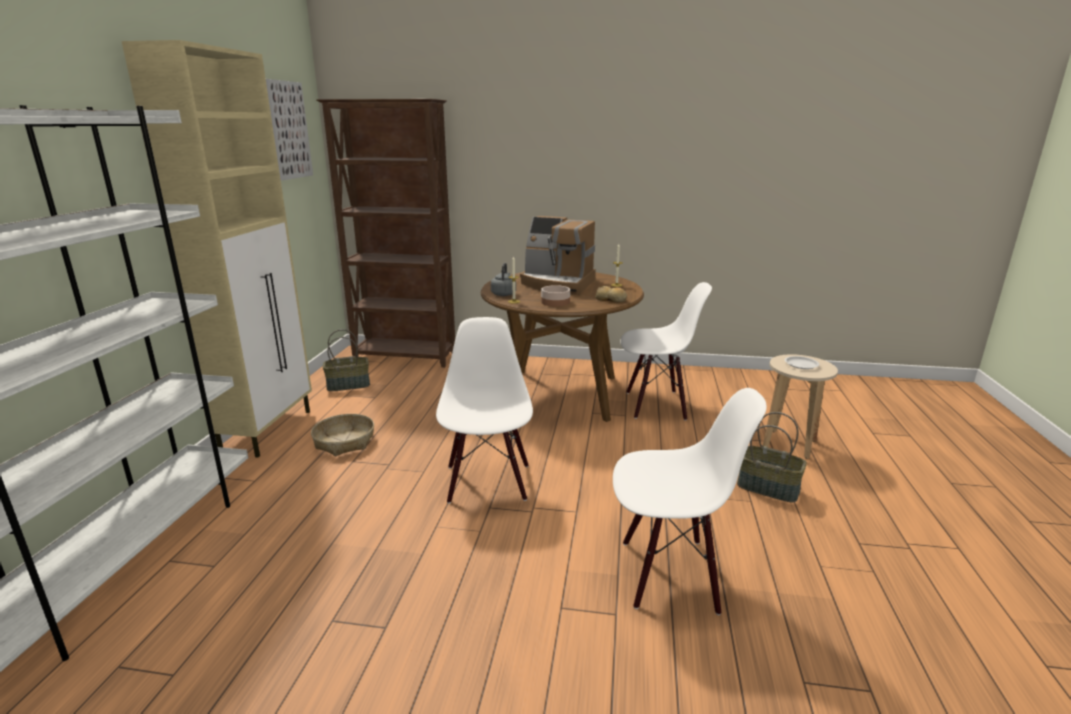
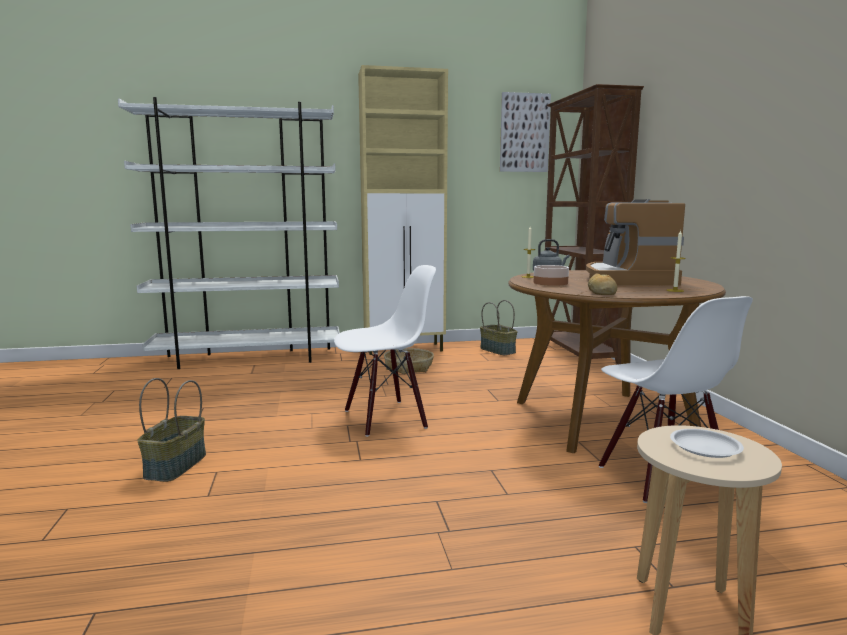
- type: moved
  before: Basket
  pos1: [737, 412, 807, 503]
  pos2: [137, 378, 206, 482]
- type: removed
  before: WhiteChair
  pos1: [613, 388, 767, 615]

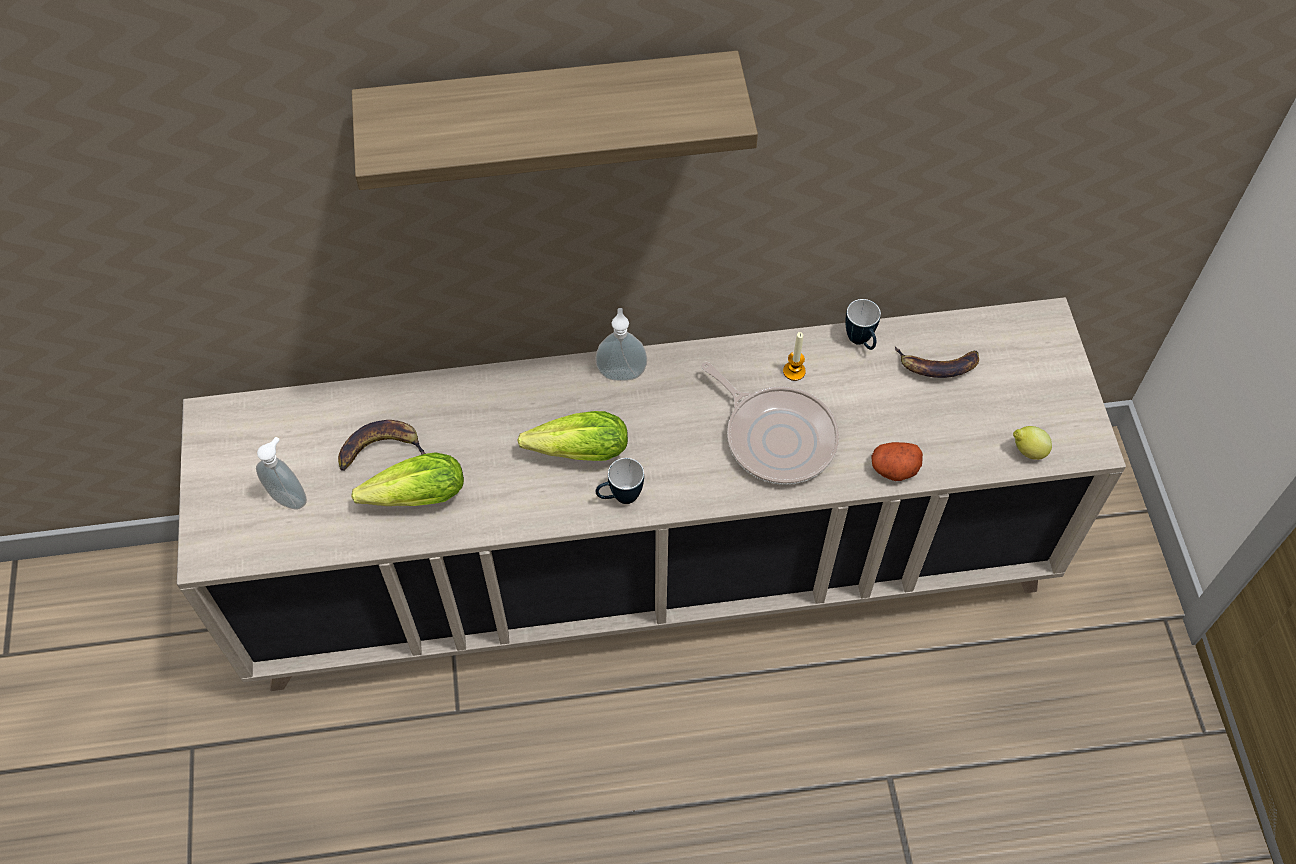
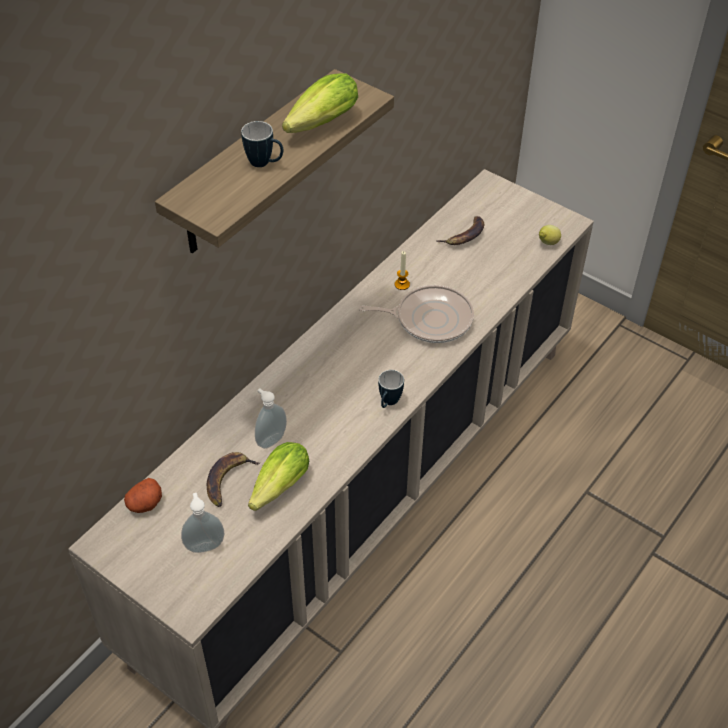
- type: moved
  before: Potato
  pos1: [871, 442, 923, 481]
  pos2: [124, 478, 162, 513]
- type: moved
  before: Mug
  pos1: [845, 299, 881, 350]
  pos2: [241, 121, 283, 167]
- type: moved
  before: SoapDispenser
  pos1: [596, 308, 647, 381]
  pos2: [255, 388, 287, 449]
- type: moved
  before: Lettuce
  pos1: [517, 411, 628, 461]
  pos2: [282, 73, 358, 133]

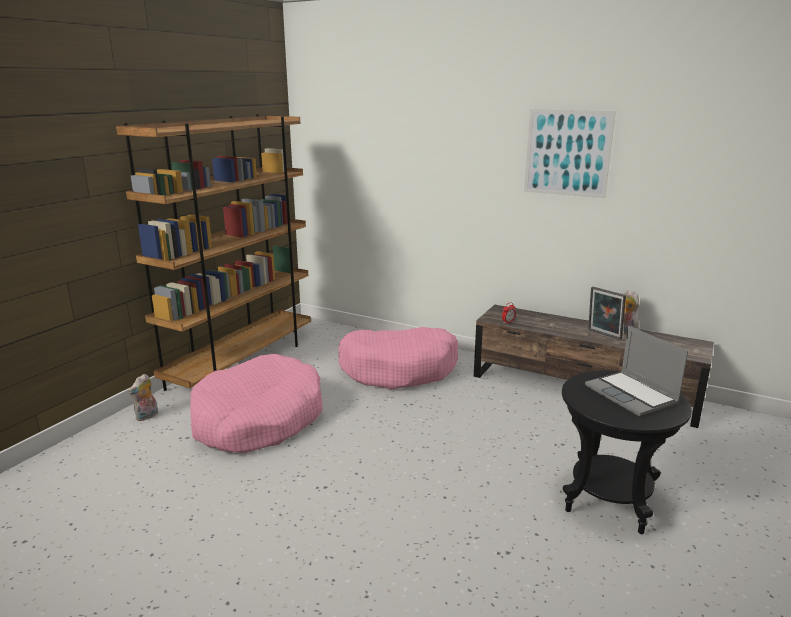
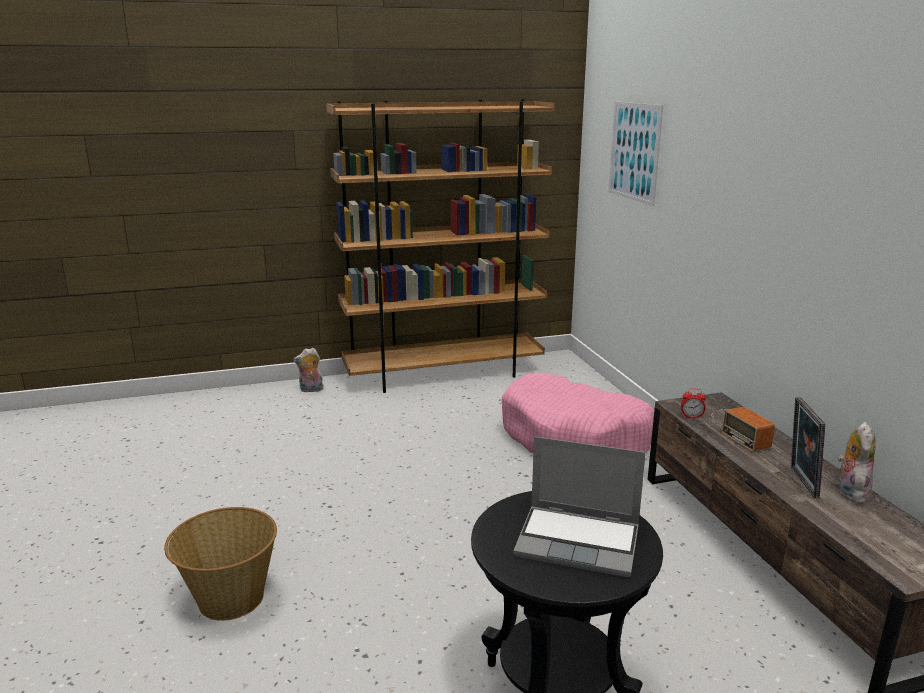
- type: added
  after: Basket
  pos2: [164, 507, 277, 621]
- type: turned
  before: Laptop
  pos1: [585, 326, 688, 416]
  pos2: [513, 436, 646, 577]
  turn: -90
- type: moved
  before: Picture
  pos1: [524, 109, 616, 198]
  pos2: [608, 102, 663, 206]
- type: added
  after: Radio
  pos2: [711, 407, 775, 452]
- type: removed
  before: PinkDogBed
  pos1: [190, 354, 323, 453]

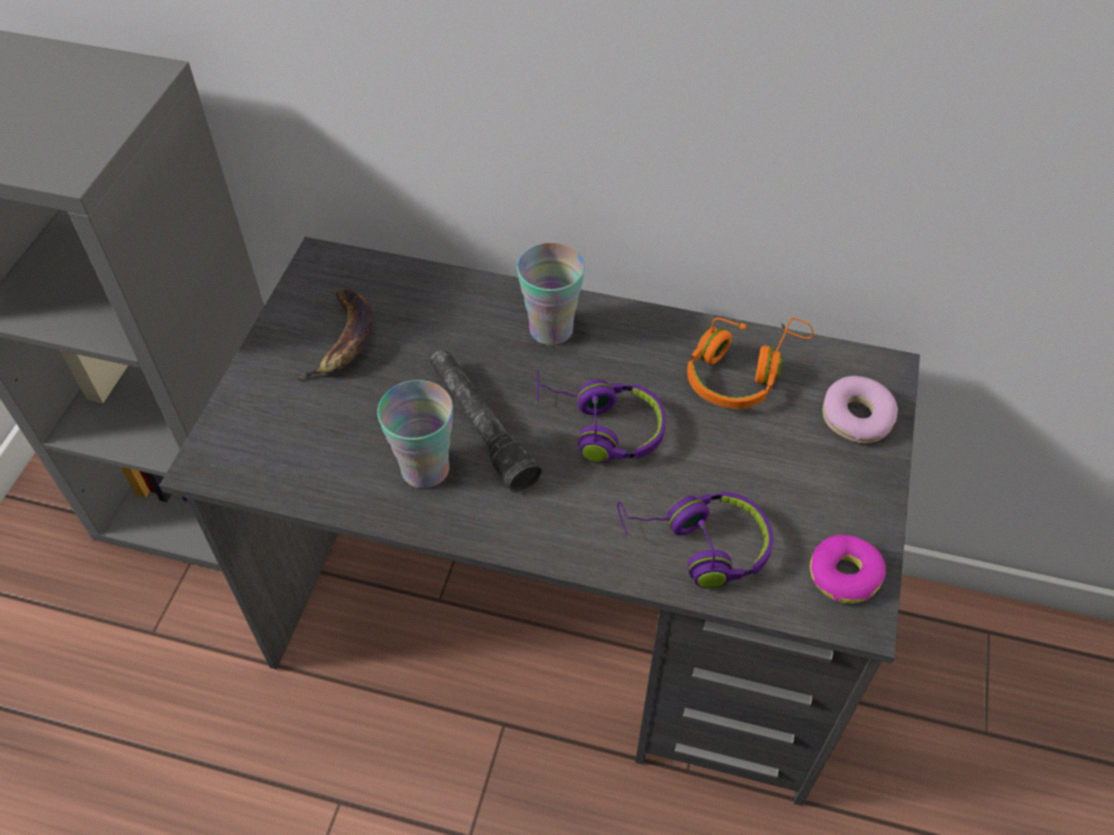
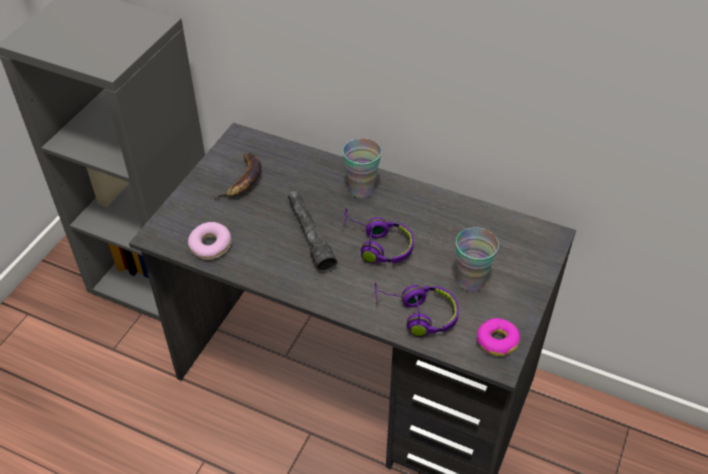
- type: moved
  before: Donut
  pos1: [823, 376, 898, 443]
  pos2: [188, 222, 231, 260]
- type: moved
  before: Cup
  pos1: [377, 380, 453, 488]
  pos2: [456, 228, 499, 292]
- type: removed
  before: OrangeHeadphones
  pos1: [687, 318, 814, 409]

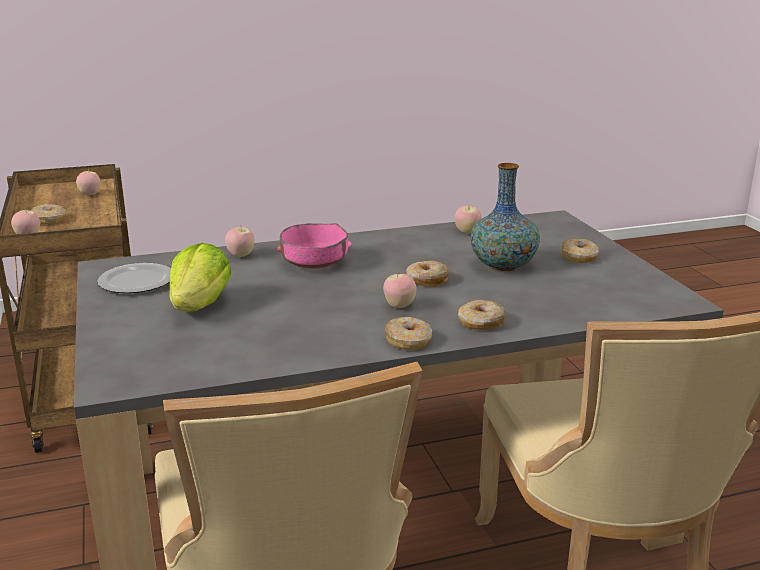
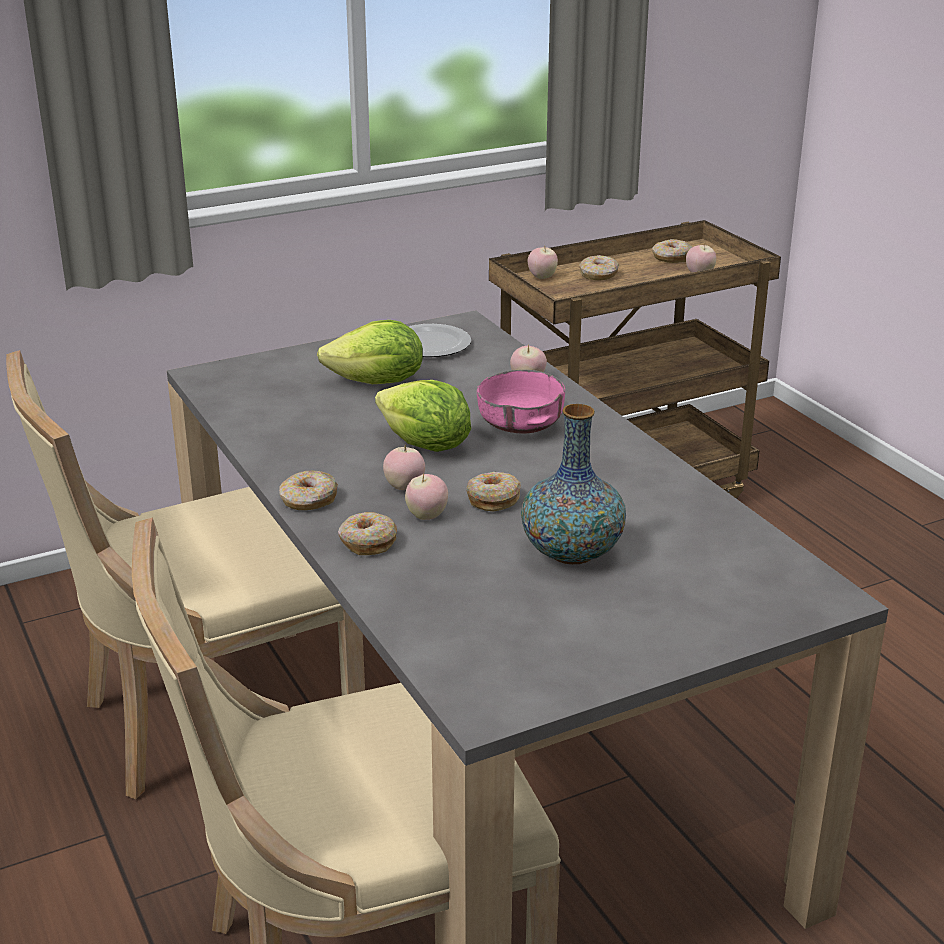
- type: added
  after: Lettuce
  pos2: [375, 380, 471, 452]
- type: moved
  before: Apple
  pos1: [455, 205, 482, 234]
  pos2: [405, 473, 448, 520]
- type: moved
  before: Donut
  pos1: [561, 238, 599, 263]
  pos2: [652, 239, 692, 263]

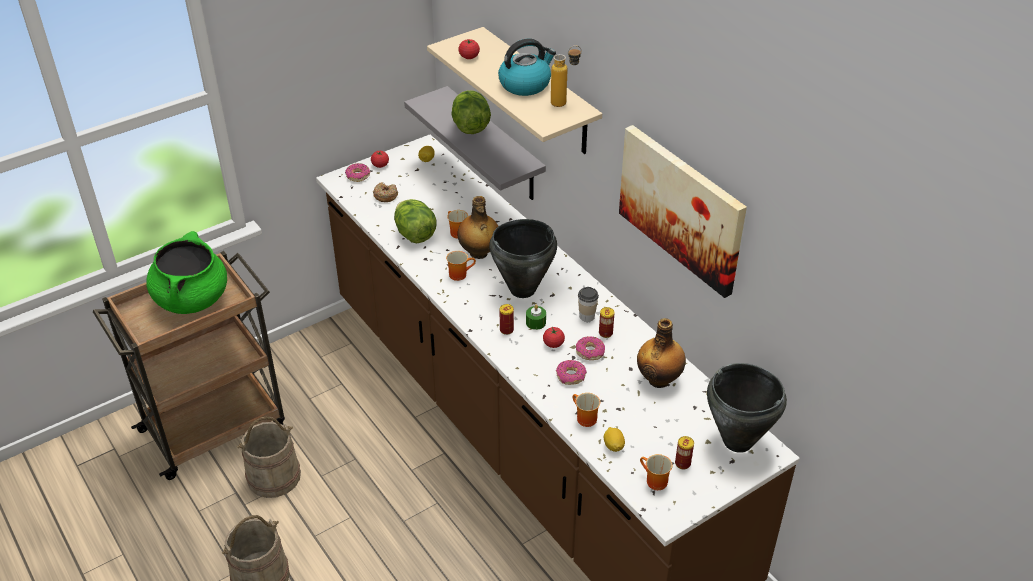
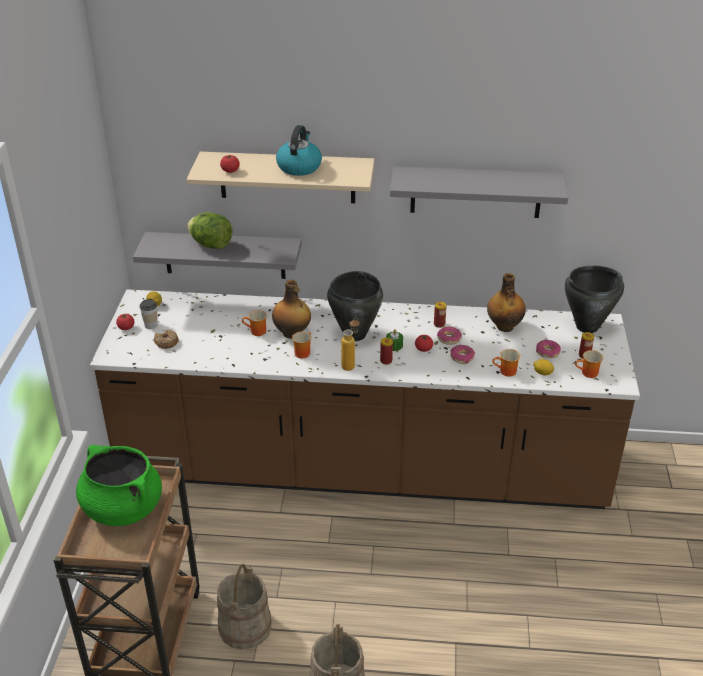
- type: moved
  before: Cup
  pos1: [578, 287, 599, 322]
  pos2: [140, 299, 158, 329]
- type: moved
  before: Bottle
  pos1: [551, 45, 582, 107]
  pos2: [341, 317, 359, 371]
- type: replaced
  before: Picture
  after: GreyShelf
  pos1: [619, 125, 747, 298]
  pos2: [390, 166, 568, 218]
- type: moved
  before: Donut
  pos1: [345, 163, 370, 182]
  pos2: [536, 340, 561, 358]
- type: removed
  before: Lettuce
  pos1: [394, 199, 437, 243]

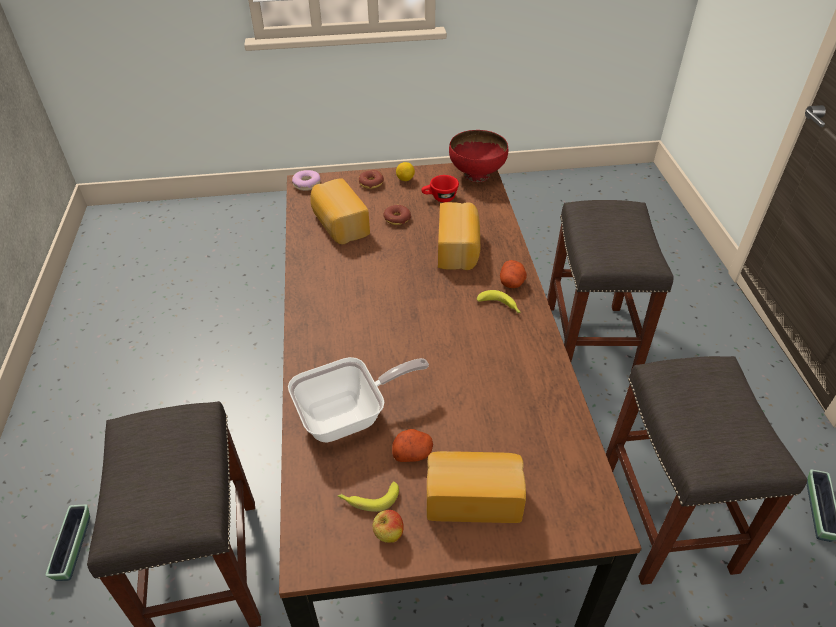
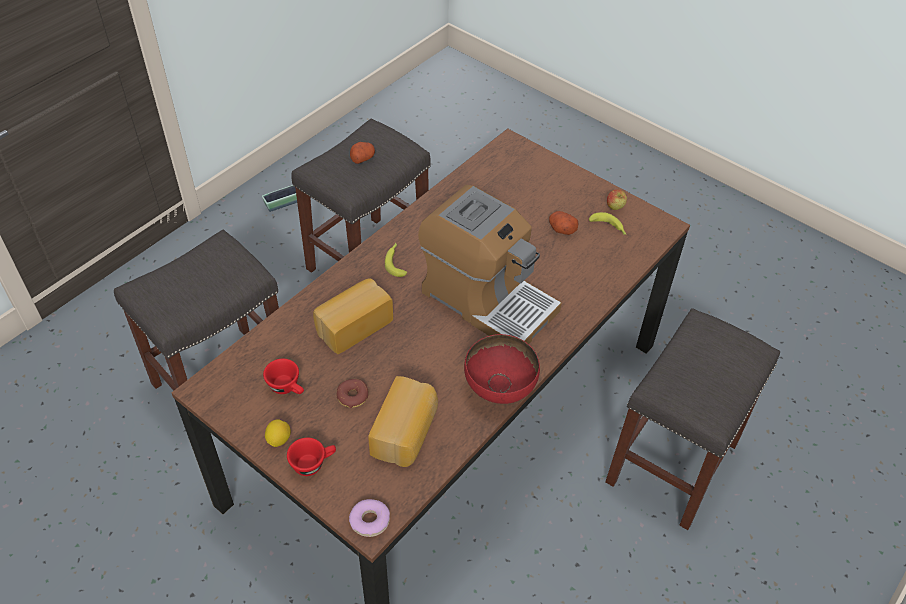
- type: replaced
  before: Donut
  after: RedCup
  pos1: [359, 170, 384, 189]
  pos2: [287, 438, 336, 476]
- type: moved
  before: Potato
  pos1: [500, 260, 527, 288]
  pos2: [350, 142, 375, 164]
- type: added
  after: CoffeeMachine
  pos2: [418, 185, 562, 344]
- type: moved
  before: RedBowl
  pos1: [449, 130, 508, 182]
  pos2: [464, 334, 540, 404]
- type: removed
  before: Planter
  pos1: [45, 505, 90, 581]
- type: removed
  before: FryingPan
  pos1: [288, 357, 429, 443]
- type: removed
  before: Bread
  pos1: [427, 451, 526, 523]

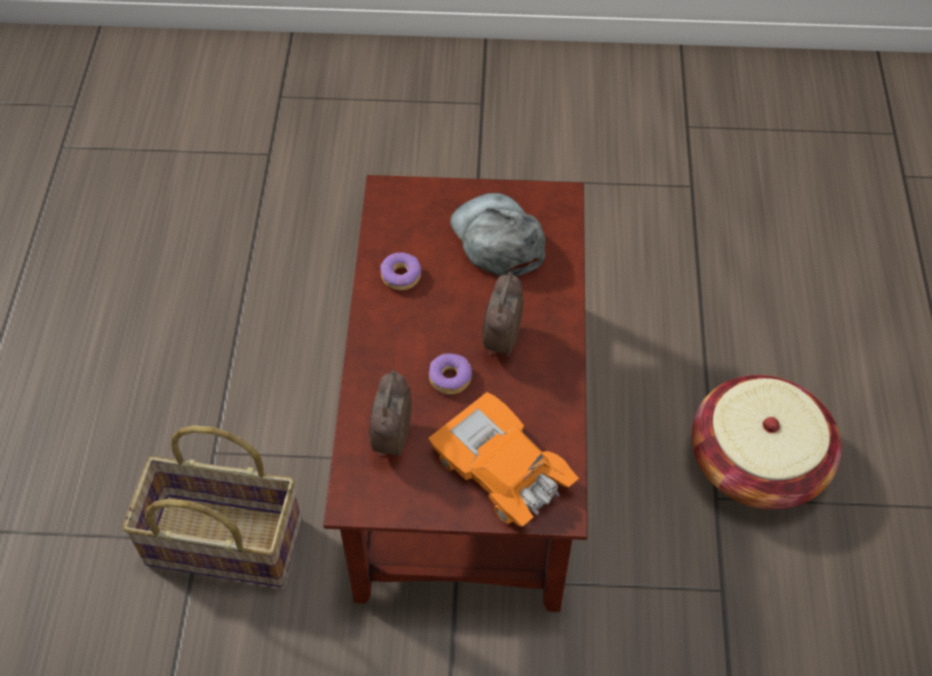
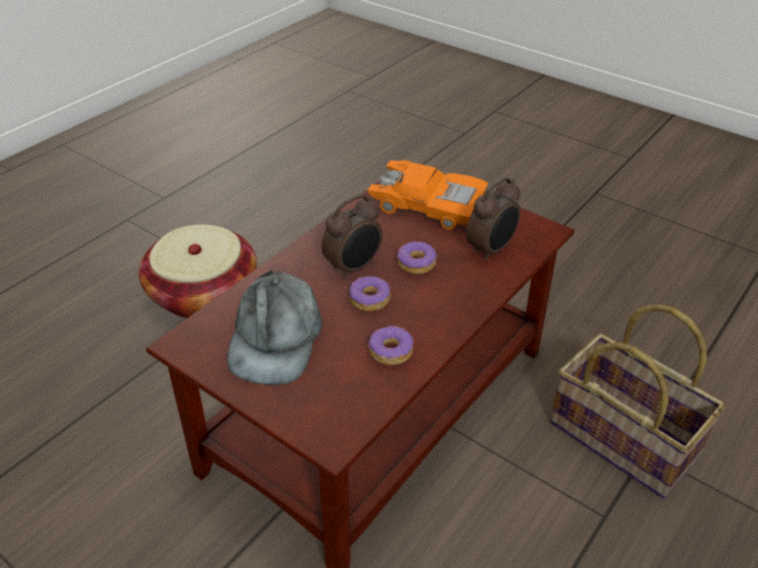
- type: added
  after: Donut
  pos2: [350, 276, 390, 311]
- type: turned
  before: OrangeToyCar
  pos1: [428, 392, 579, 527]
  pos2: [368, 160, 488, 230]
  turn: -60

